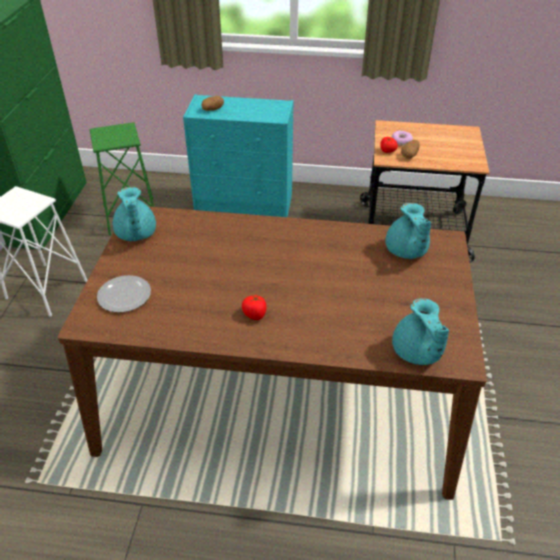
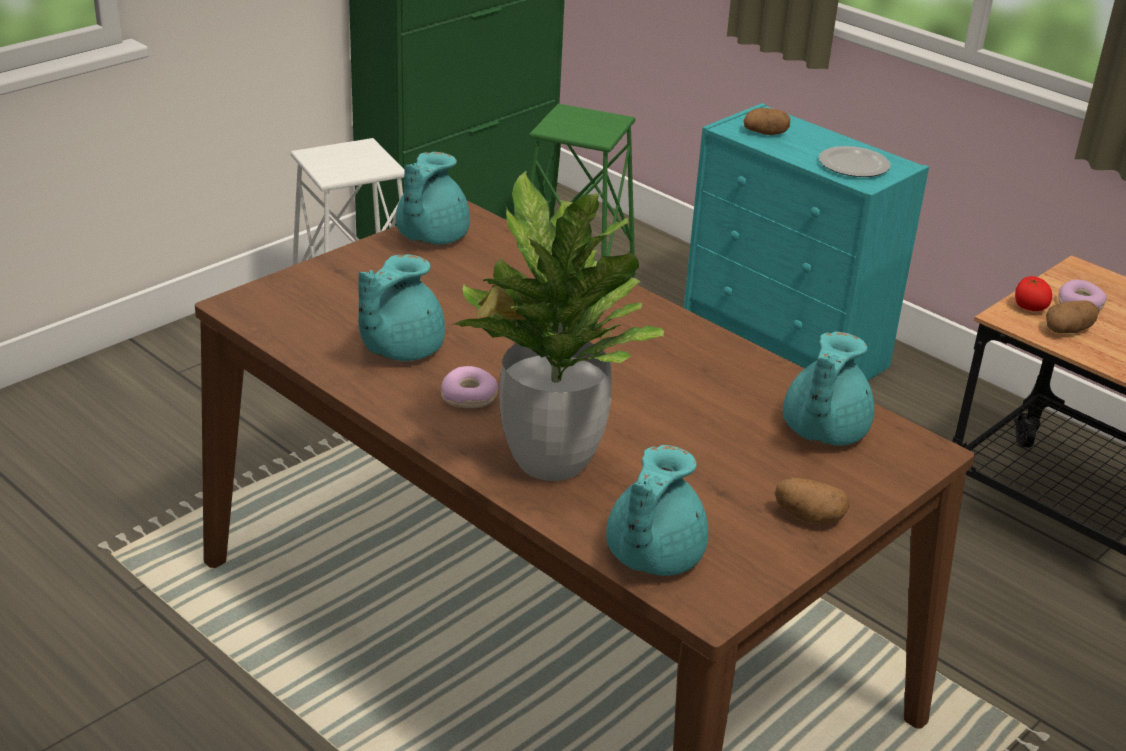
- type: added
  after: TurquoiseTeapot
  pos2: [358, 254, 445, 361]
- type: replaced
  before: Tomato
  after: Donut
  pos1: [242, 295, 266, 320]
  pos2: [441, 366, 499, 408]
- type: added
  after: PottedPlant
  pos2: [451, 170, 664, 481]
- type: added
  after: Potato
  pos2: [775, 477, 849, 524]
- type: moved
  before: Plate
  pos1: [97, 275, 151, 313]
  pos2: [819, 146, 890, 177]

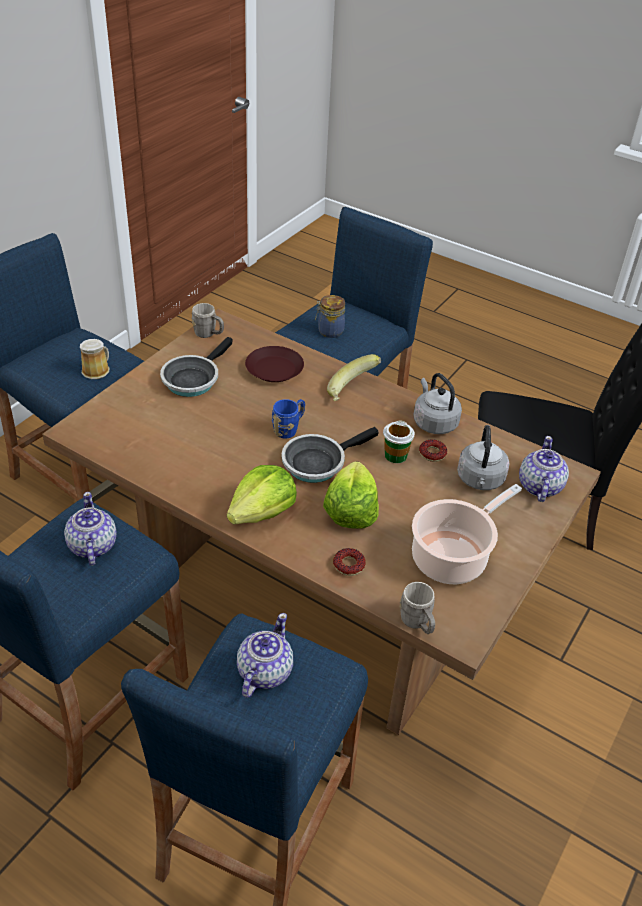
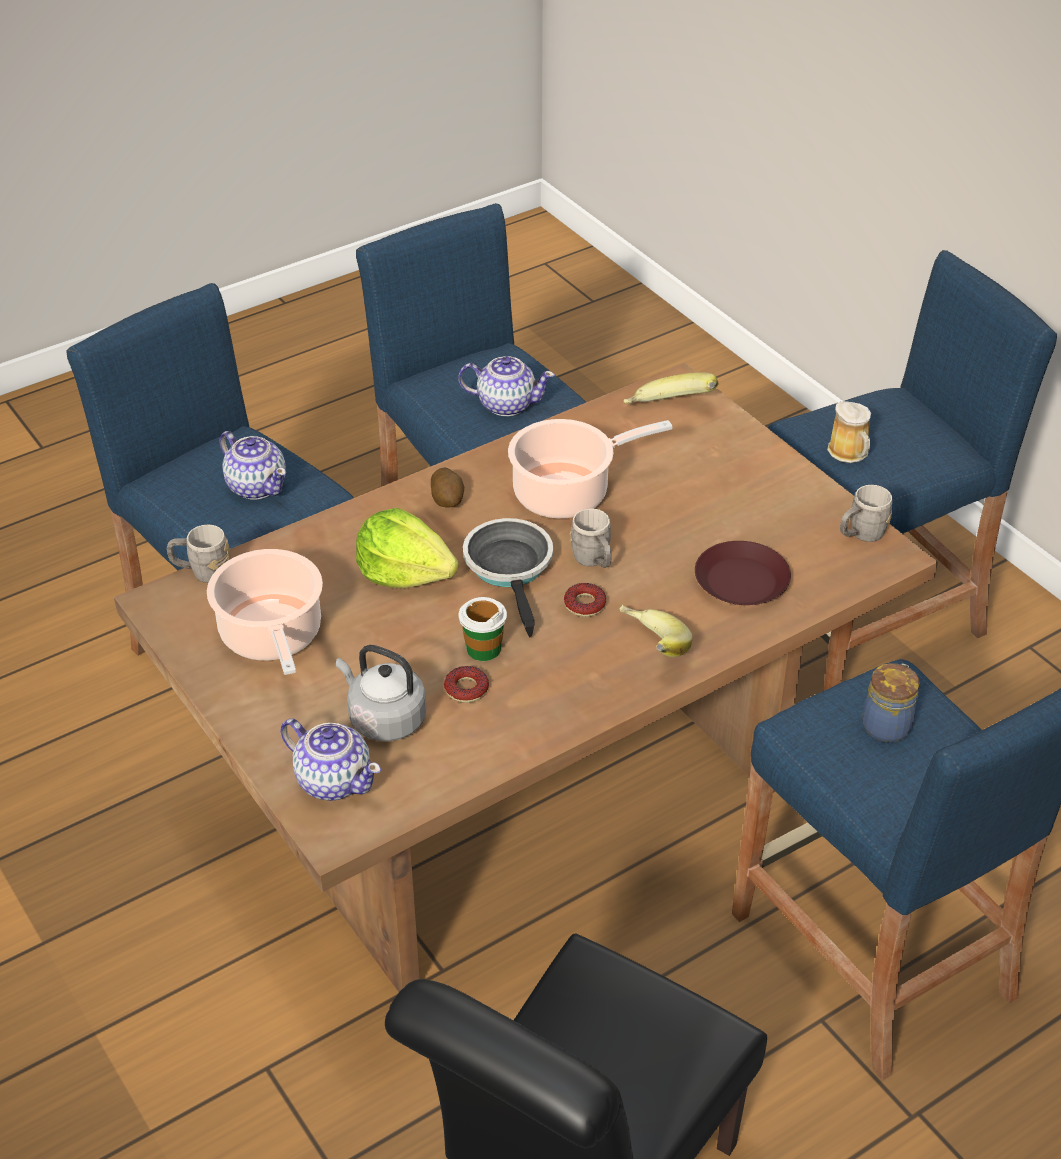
- type: replaced
  before: Lettuce
  after: Potato
  pos1: [227, 465, 297, 524]
  pos2: [431, 468, 464, 508]
- type: added
  after: CookingPot
  pos2: [508, 419, 673, 518]
- type: moved
  before: Donut
  pos1: [333, 548, 366, 576]
  pos2: [564, 583, 606, 617]
- type: recoloured
  before: BlueMug
  after: GreyMug
  pos1: [272, 399, 305, 438]
  pos2: [570, 508, 612, 568]
- type: added
  after: Banana
  pos2: [623, 372, 719, 404]
- type: removed
  before: FryingPan
  pos1: [160, 337, 233, 397]
- type: removed
  before: GreyKettle
  pos1: [414, 373, 462, 434]

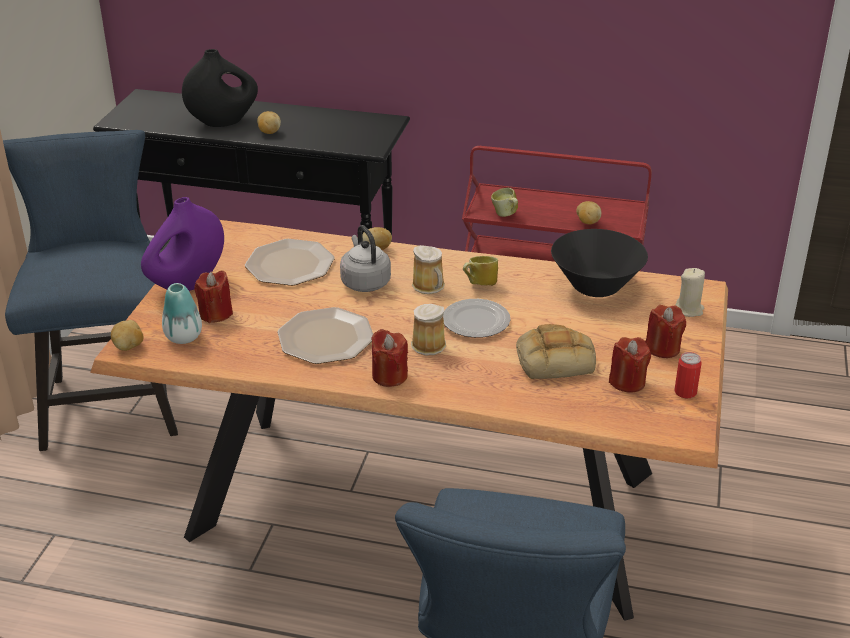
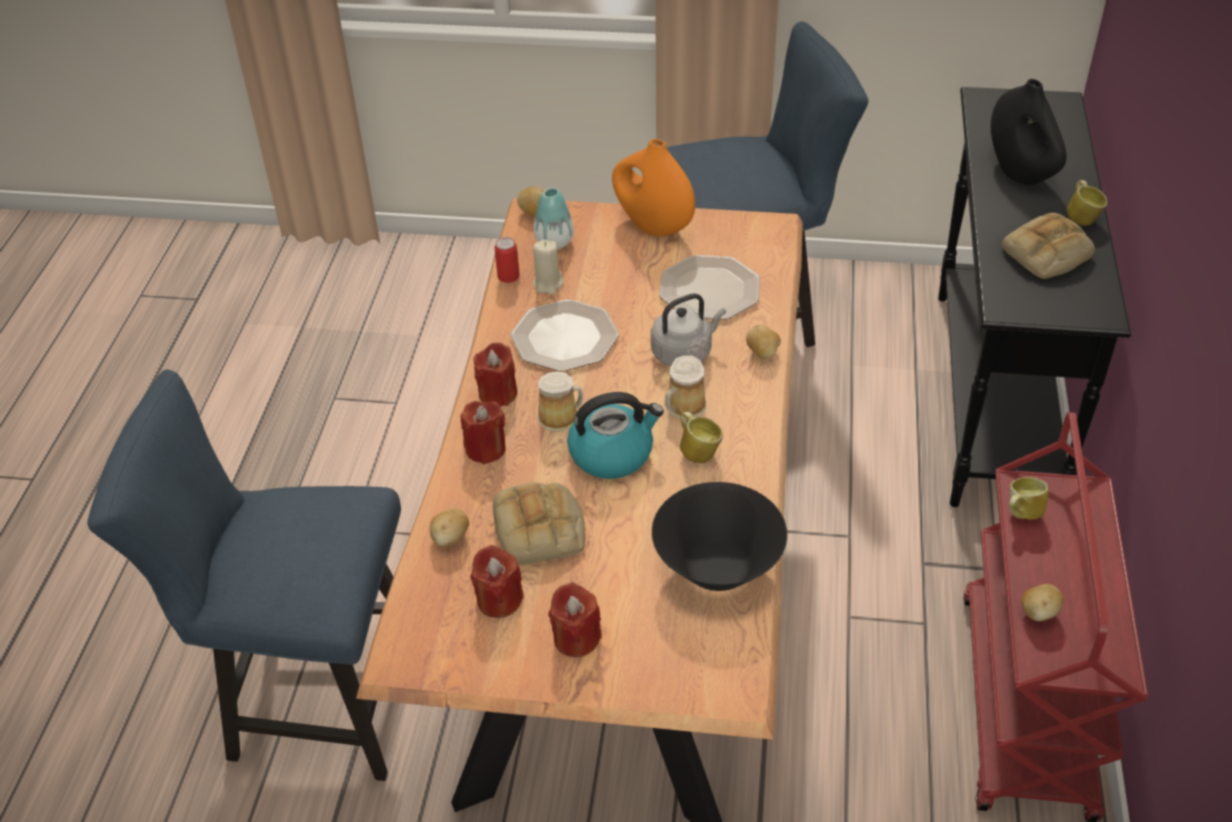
- type: moved
  before: Potato
  pos1: [257, 111, 281, 134]
  pos2: [430, 509, 469, 546]
- type: moved
  before: RedCandle
  pos1: [195, 270, 233, 323]
  pos2: [460, 401, 506, 464]
- type: moved
  before: Can
  pos1: [674, 352, 702, 398]
  pos2: [494, 237, 520, 283]
- type: moved
  before: BeigeCandle
  pos1: [676, 268, 705, 317]
  pos2: [533, 240, 564, 294]
- type: replaced
  before: Plate
  after: Kettle
  pos1: [443, 299, 511, 338]
  pos2: [567, 392, 664, 479]
- type: recoloured
  before: PurpleVase
  after: OrangeVase
  pos1: [141, 197, 224, 291]
  pos2: [612, 139, 695, 236]
- type: added
  after: Bread
  pos2: [1002, 213, 1095, 279]
- type: added
  after: Mug
  pos2: [1067, 180, 1107, 226]

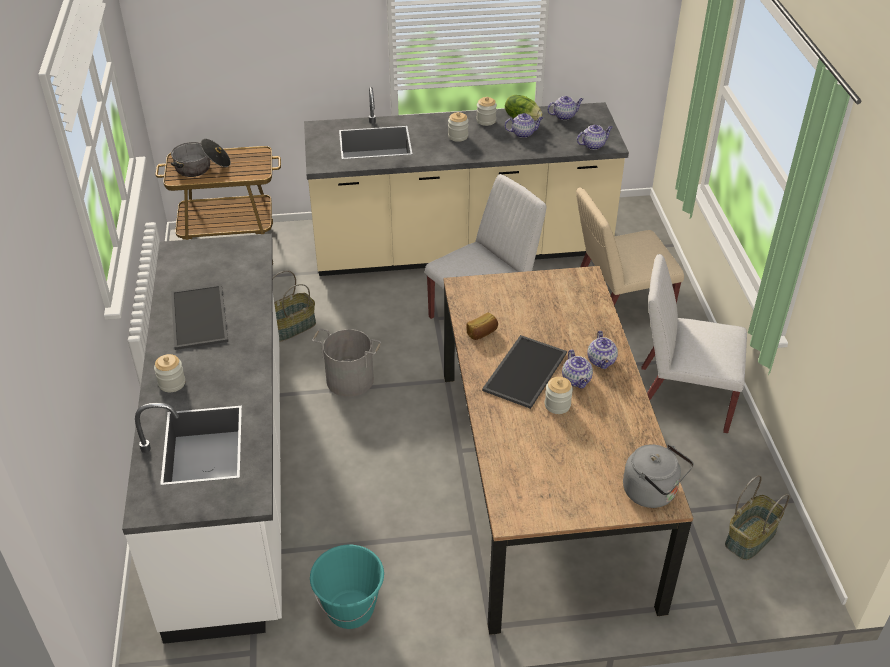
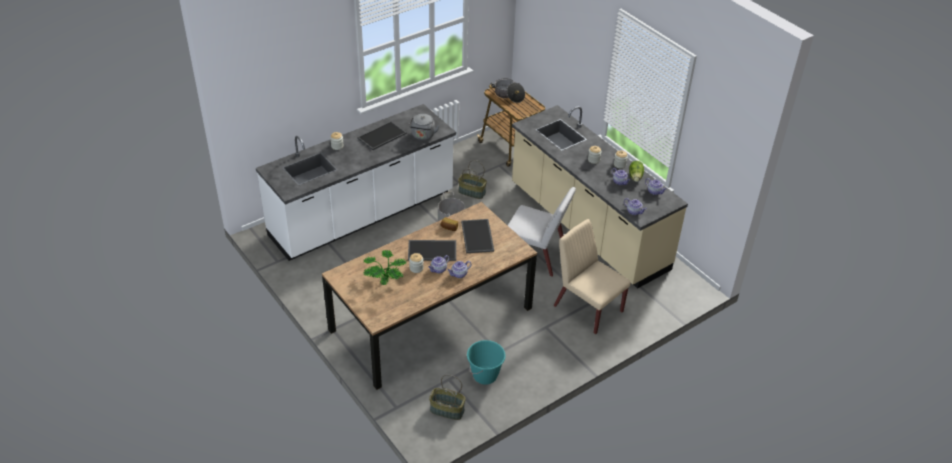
- type: added
  after: PottedPlant
  pos2: [363, 250, 406, 286]
- type: moved
  before: GreyKettle
  pos1: [623, 444, 694, 508]
  pos2: [409, 114, 440, 140]
- type: added
  after: Tray
  pos2: [461, 219, 494, 253]
- type: moved
  before: TurquoiseBucket
  pos1: [310, 545, 384, 629]
  pos2: [467, 340, 506, 385]
- type: removed
  before: WhiteChair
  pos1: [641, 254, 747, 433]

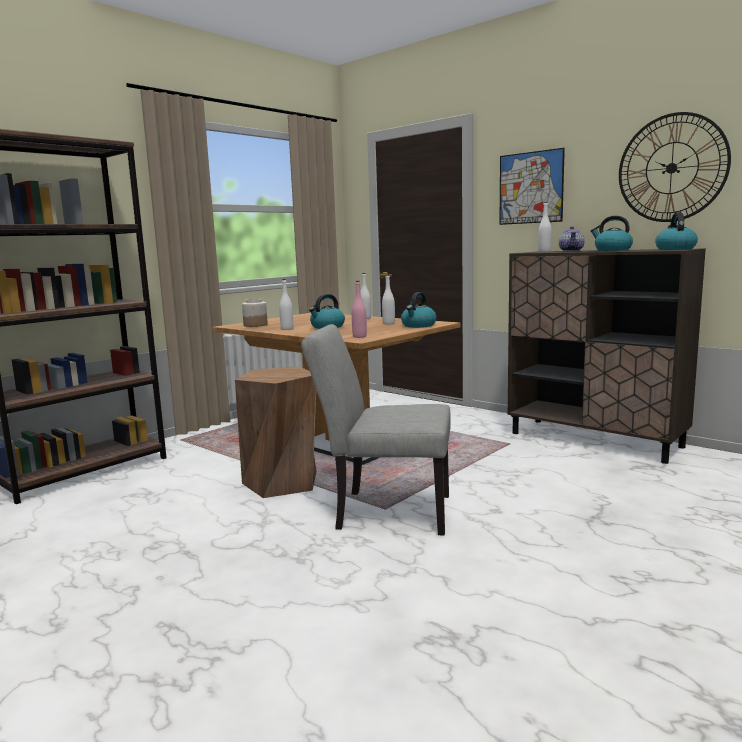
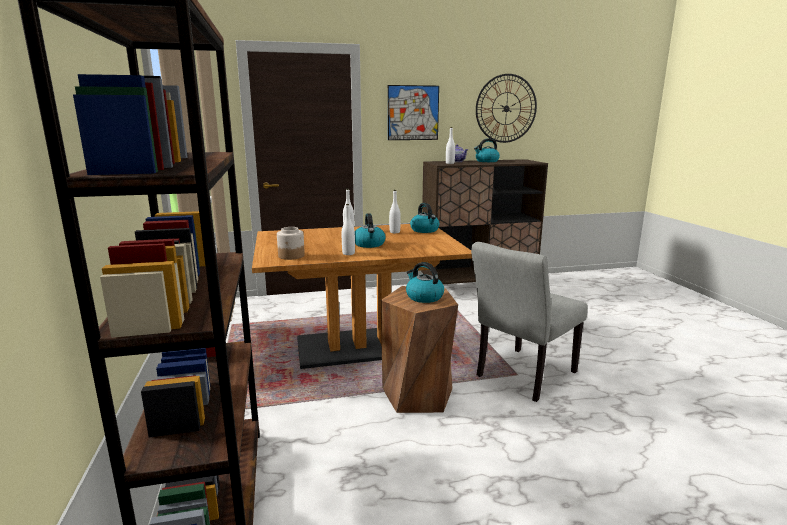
- type: moved
  before: Kettle
  pos1: [655, 212, 698, 250]
  pos2: [406, 262, 444, 303]
- type: removed
  before: PinkBottle
  pos1: [352, 281, 367, 338]

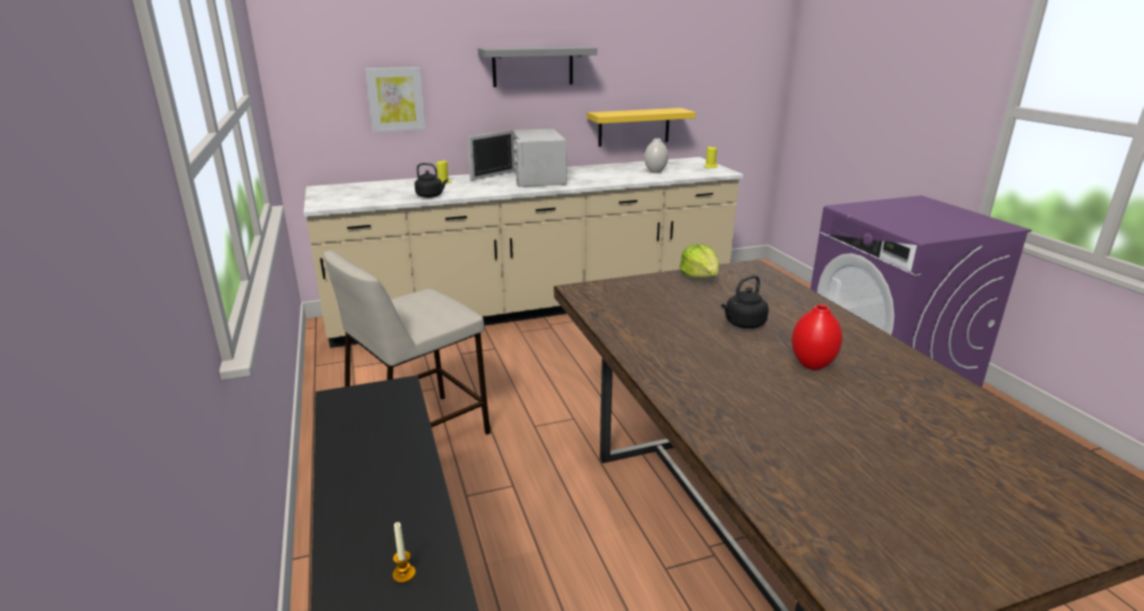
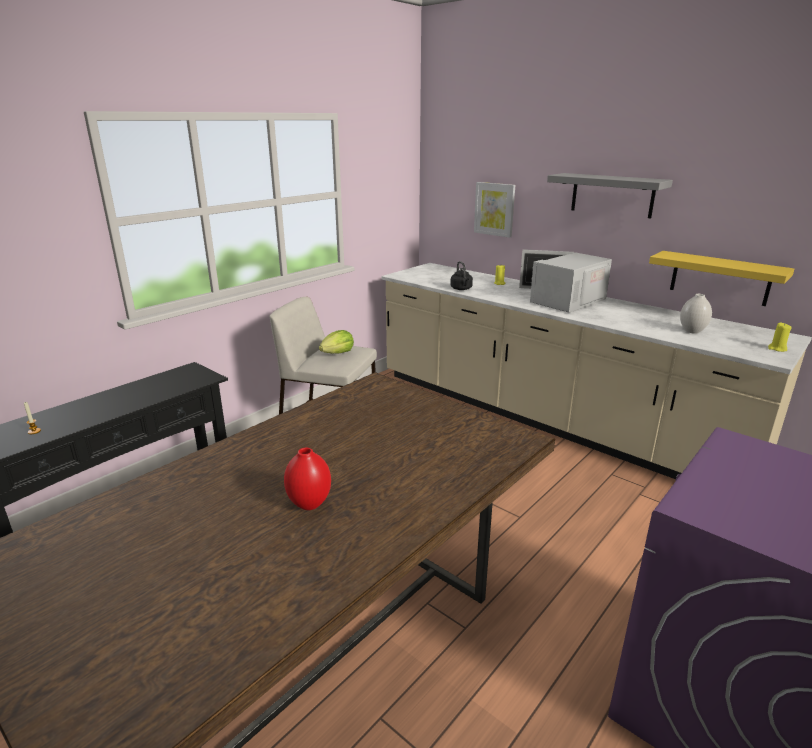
- type: moved
  before: Lettuce
  pos1: [679, 244, 720, 279]
  pos2: [319, 330, 354, 353]
- type: removed
  before: BlackKettle
  pos1: [721, 275, 769, 329]

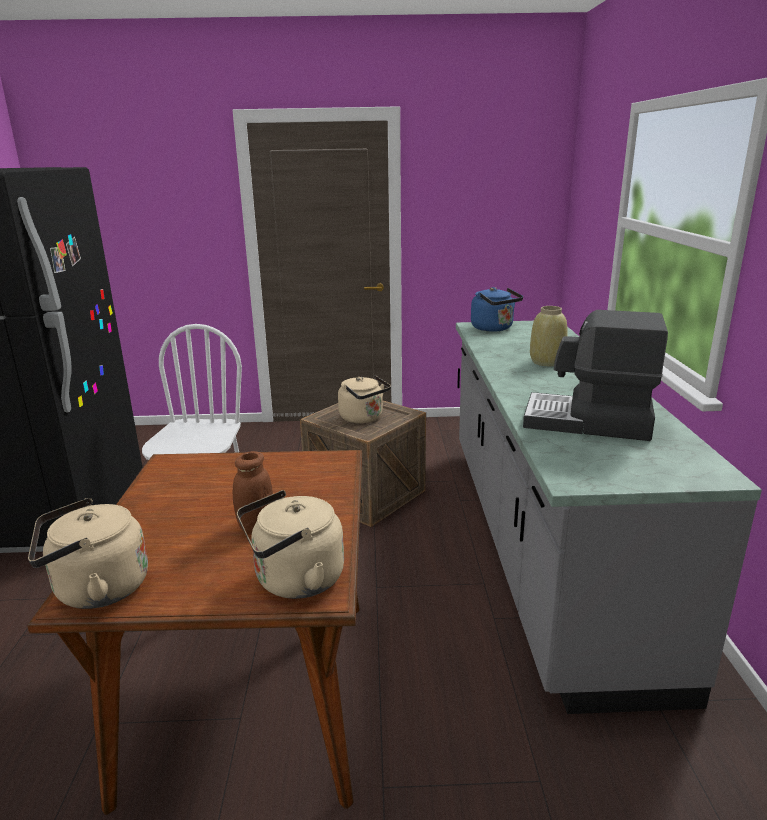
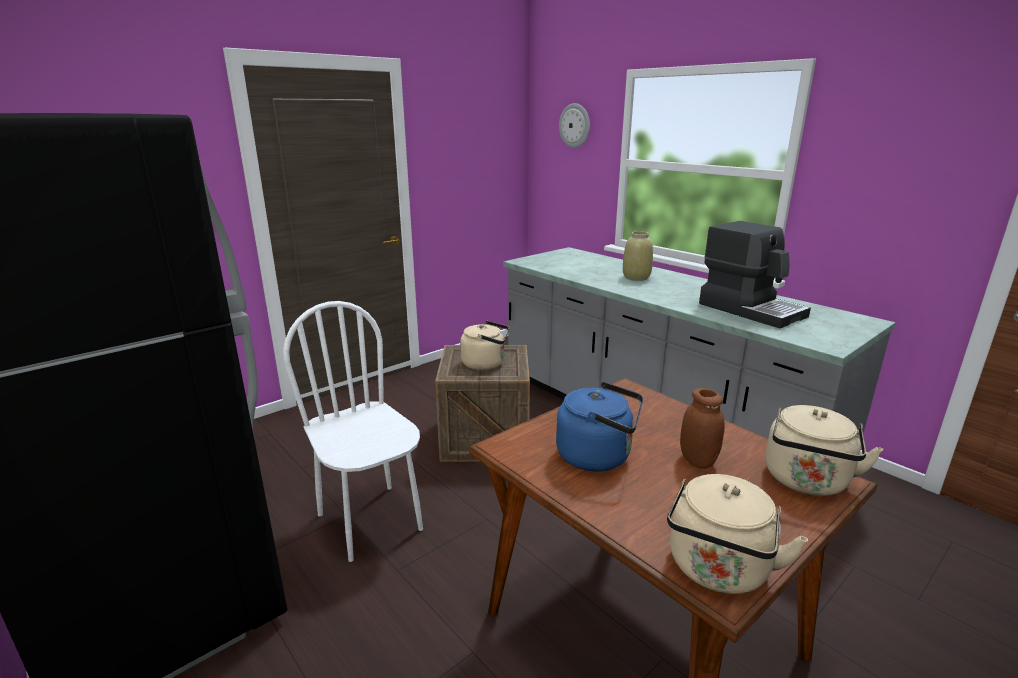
- type: moved
  before: BlueKettle
  pos1: [471, 287, 523, 332]
  pos2: [556, 382, 643, 472]
- type: added
  after: WallClock
  pos2: [559, 103, 590, 148]
- type: turned
  before: CoffeeMachine
  pos1: [523, 310, 668, 441]
  pos2: [699, 221, 811, 328]
  turn: -105

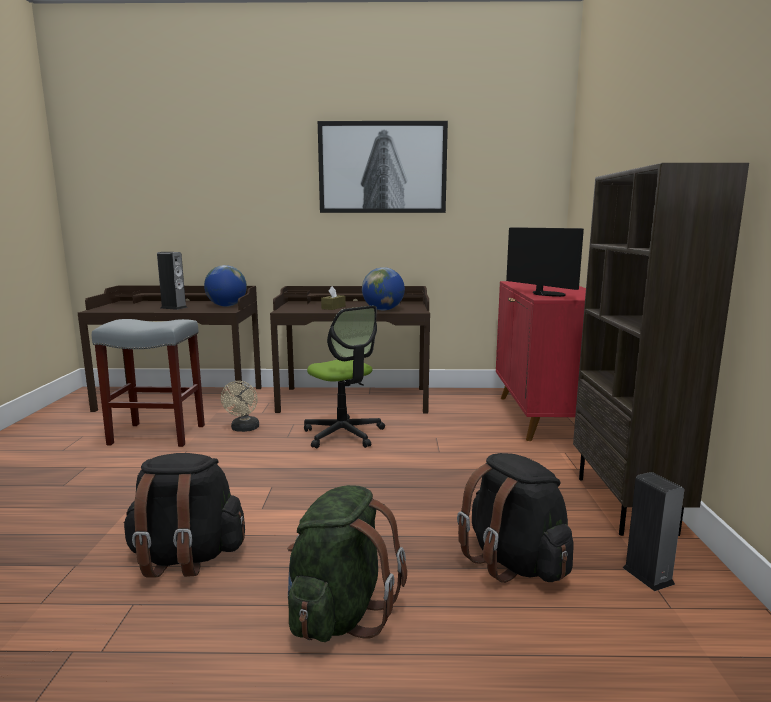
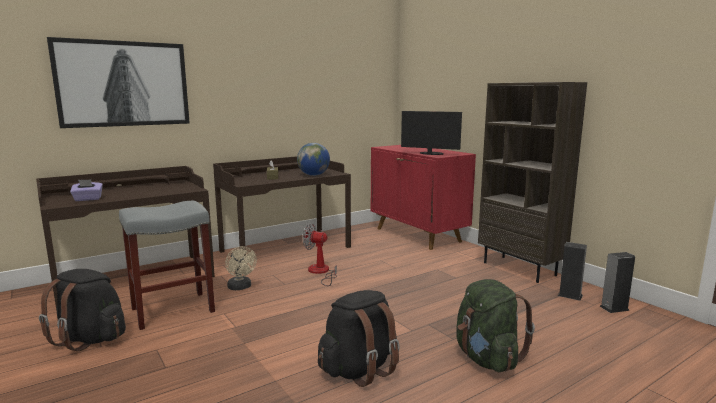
- type: moved
  before: BlackBackpack
  pos1: [457, 453, 574, 583]
  pos2: [39, 269, 126, 351]
- type: moved
  before: Picture
  pos1: [318, 121, 448, 213]
  pos2: [47, 37, 190, 128]
- type: added
  after: PurpleTissueBox
  pos2: [70, 179, 103, 201]
- type: replaced
  before: OfficeChair
  after: Fan
  pos1: [304, 306, 385, 448]
  pos2: [303, 224, 337, 286]
- type: moved
  before: Speaker
  pos1: [157, 252, 188, 310]
  pos2: [600, 252, 635, 313]
- type: removed
  before: Globe
  pos1: [204, 265, 247, 307]

